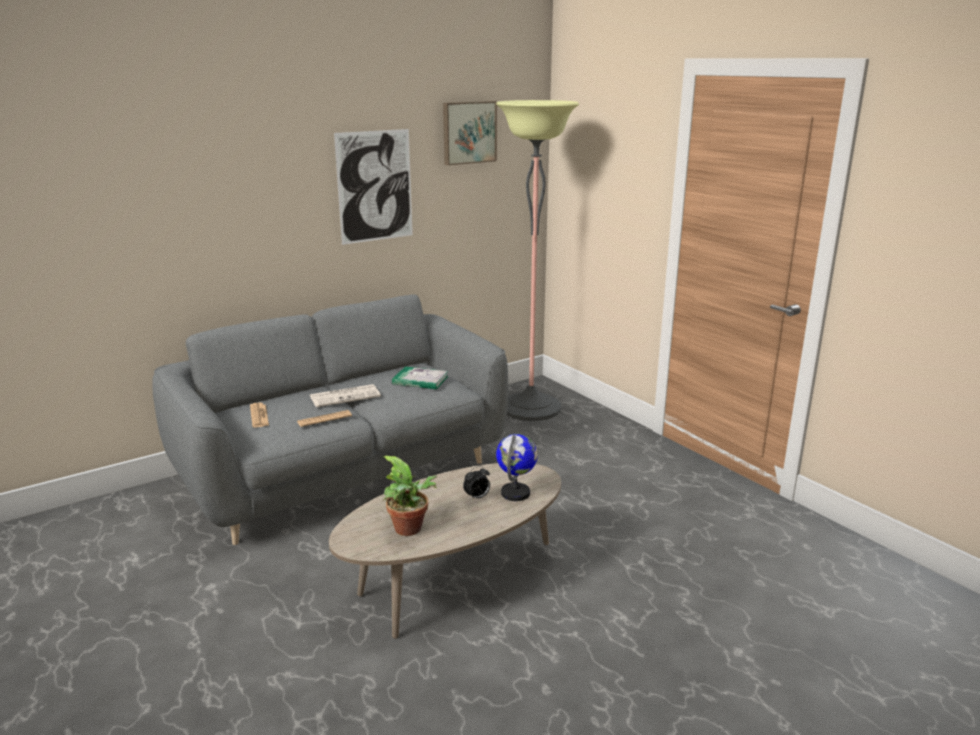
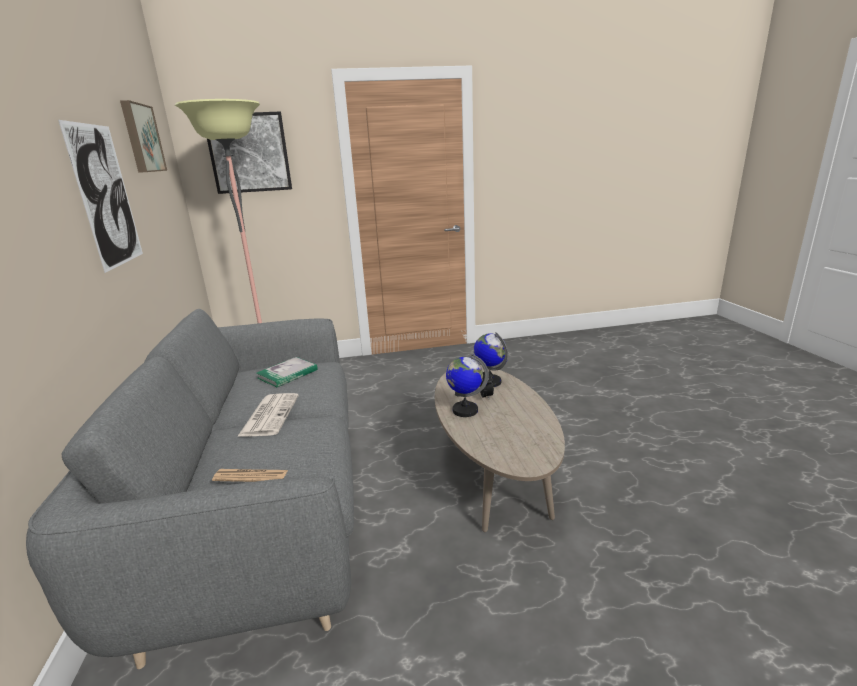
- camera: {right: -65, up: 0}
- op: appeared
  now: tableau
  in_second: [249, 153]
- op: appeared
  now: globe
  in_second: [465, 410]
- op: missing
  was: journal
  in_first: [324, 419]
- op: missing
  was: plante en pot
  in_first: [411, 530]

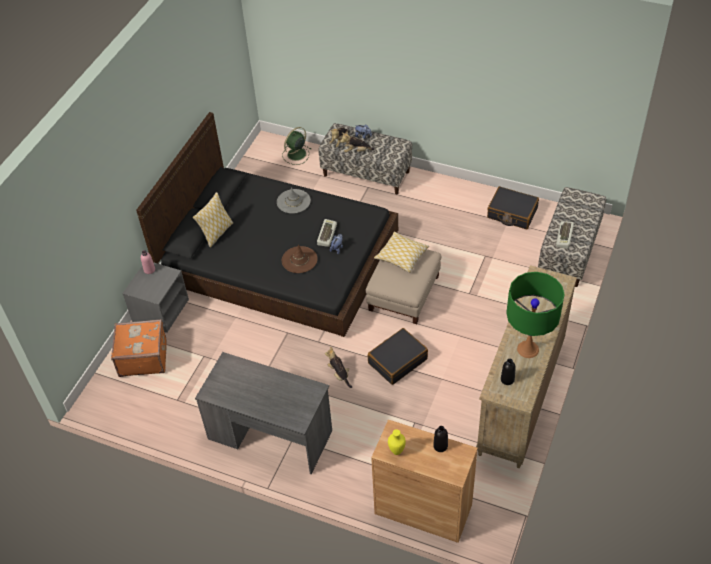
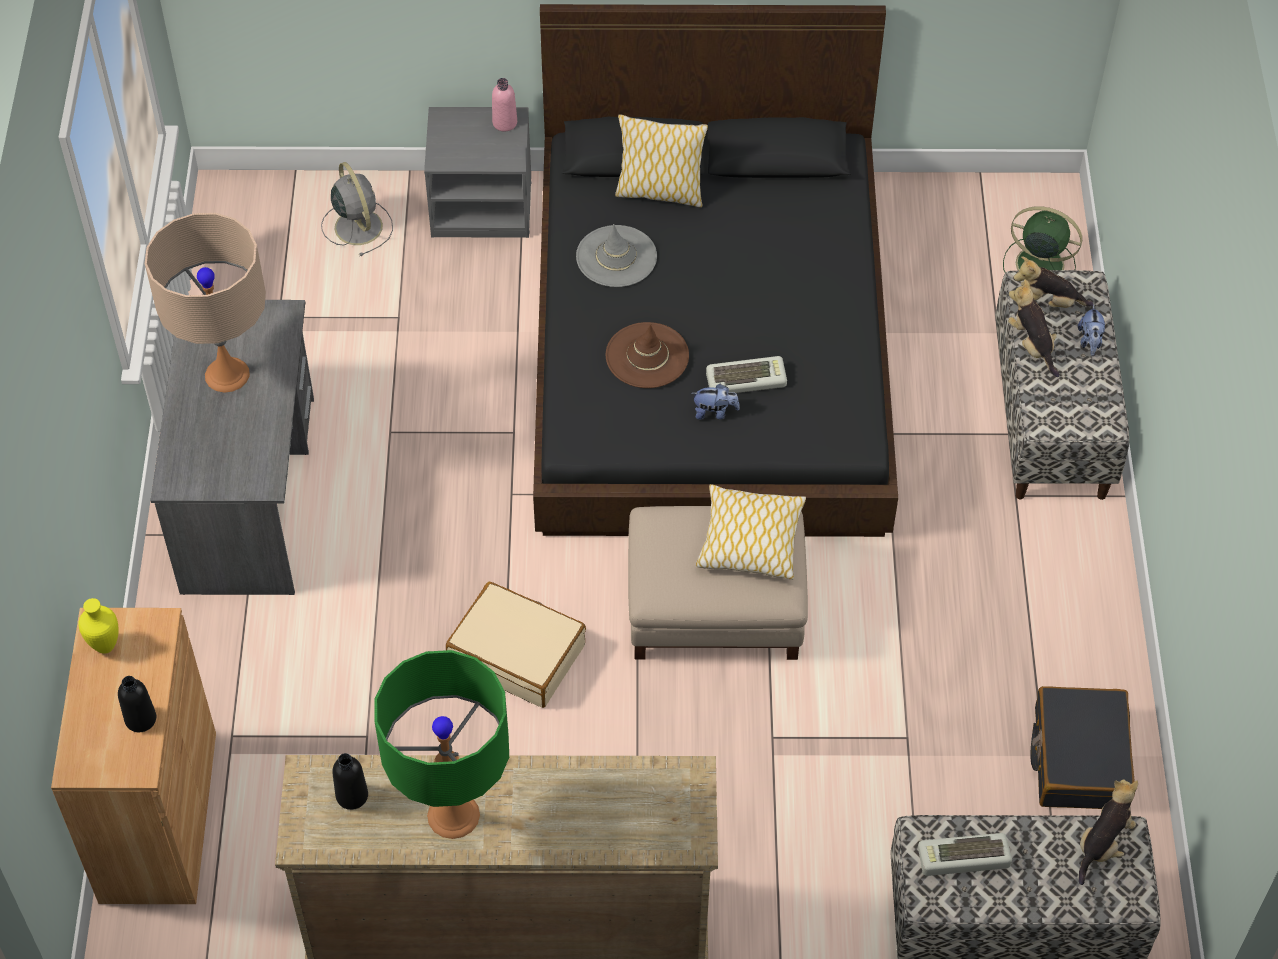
- camera: {right: 65, up: 5}
- op: appeared
  now: lampe de table [beige]
  in_second: [227, 374]
- op: exchanged
  was: valise [orange]
  now: ventilateur [gris]
  in_first: [143, 357]
  in_second: [357, 225]
- op: colour
  was: valise [noir]
  now: valise [beige]
  in_first: [397, 361]
  in_second: [517, 654]
- op: relocated
  was: chapeau [gris]
  in_first: [293, 201]
  in_second: [616, 257]
- op: relocated
  was: peluche
  in_first: [339, 374]
  in_second: [1103, 843]

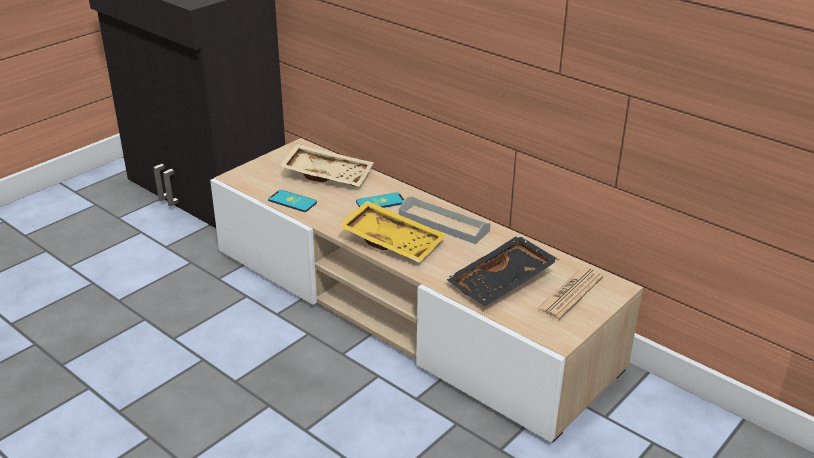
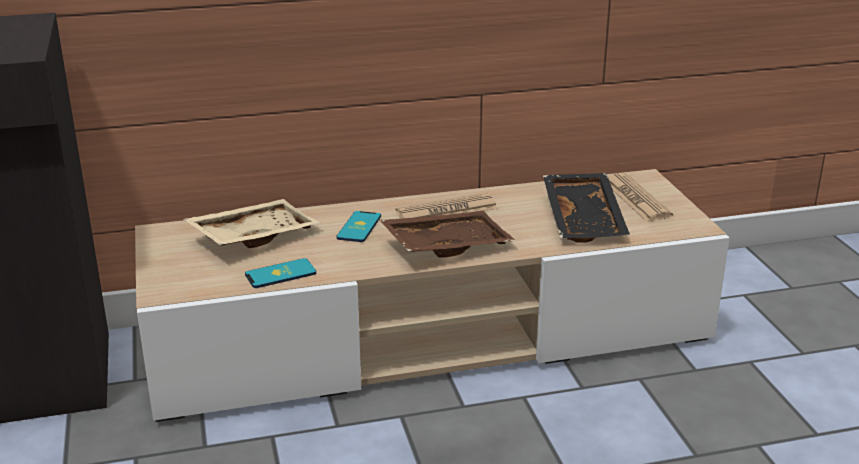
- camera: {right: -55, up: -5}
- op: colour
  was: plateau [jaune]
  now: plateau [marron]
  in_first: [393, 241]
  in_second: [446, 245]
- op: exchanged
  was: plateau [gris]
  now: journal
  in_first: [443, 223]
  in_second: [446, 210]

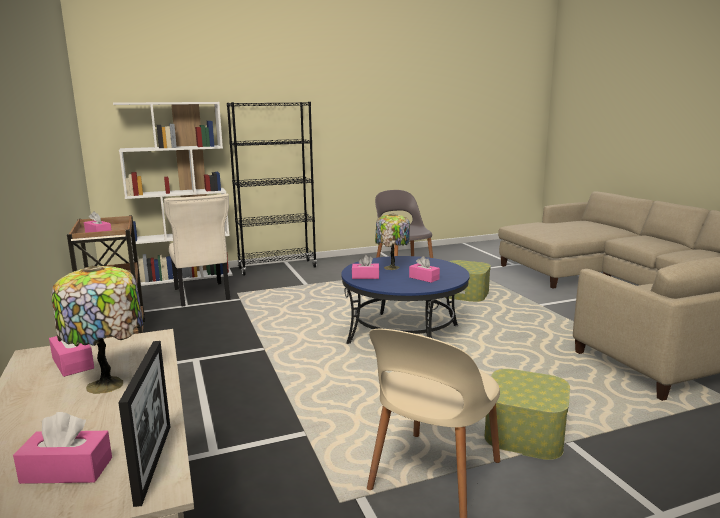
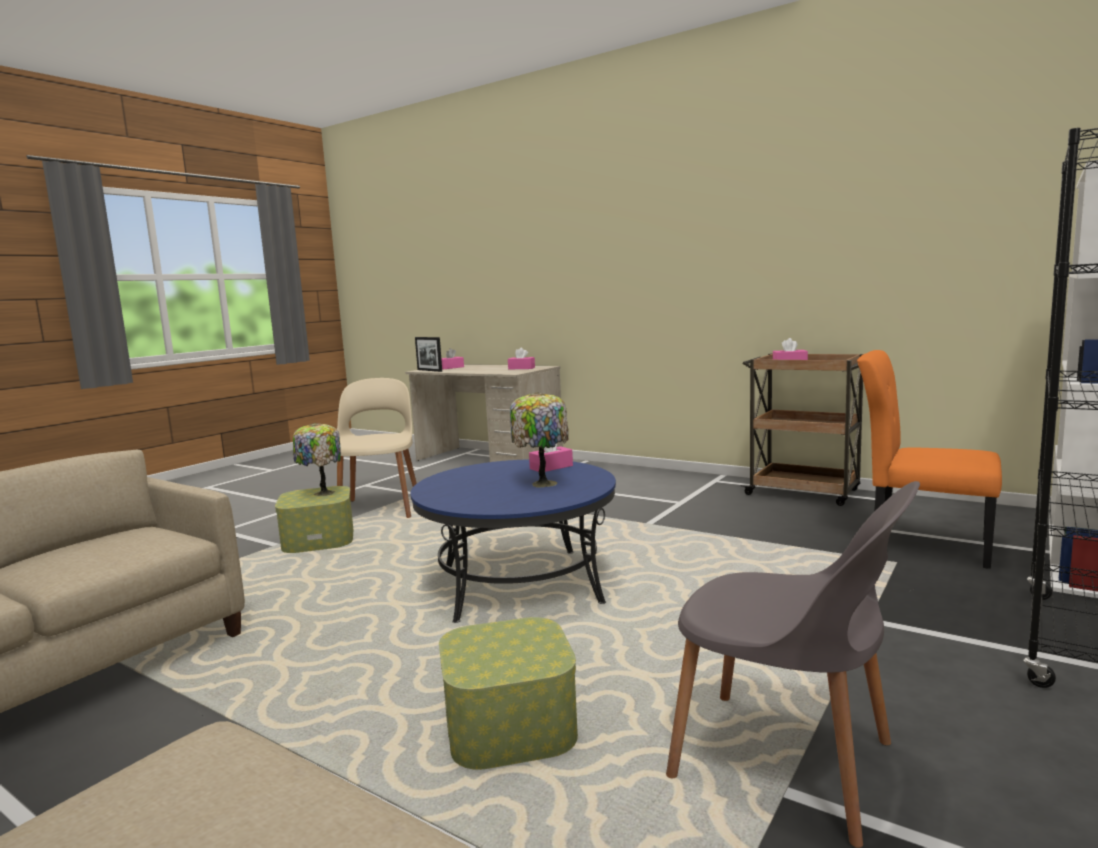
- camera: {right: 145, up: -5}
- op: relocated
  was: lampe de table
  in_first: [108, 385]
  in_second: [322, 493]
- op: colour
  was: chaise [beige]
  now: chaise [orange]
  in_first: [202, 295]
  in_second: [921, 545]
- op: missing
  was: boîte à mouchoirs [rose]
  in_first: [424, 278]

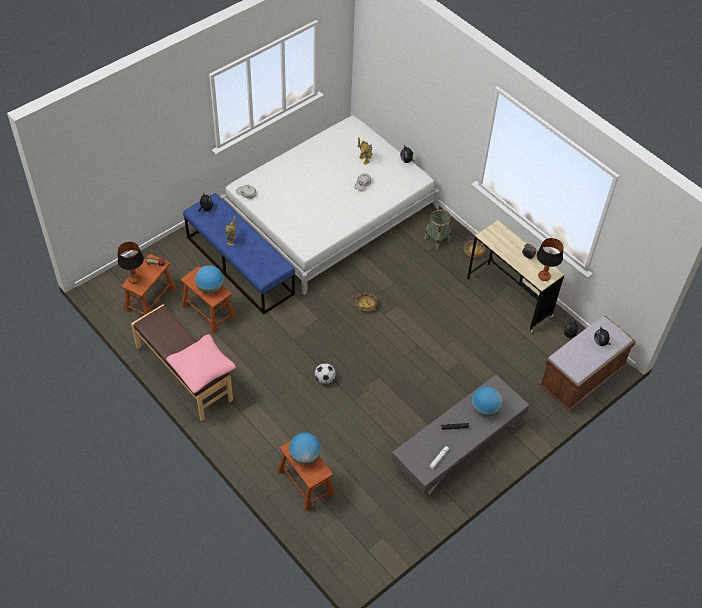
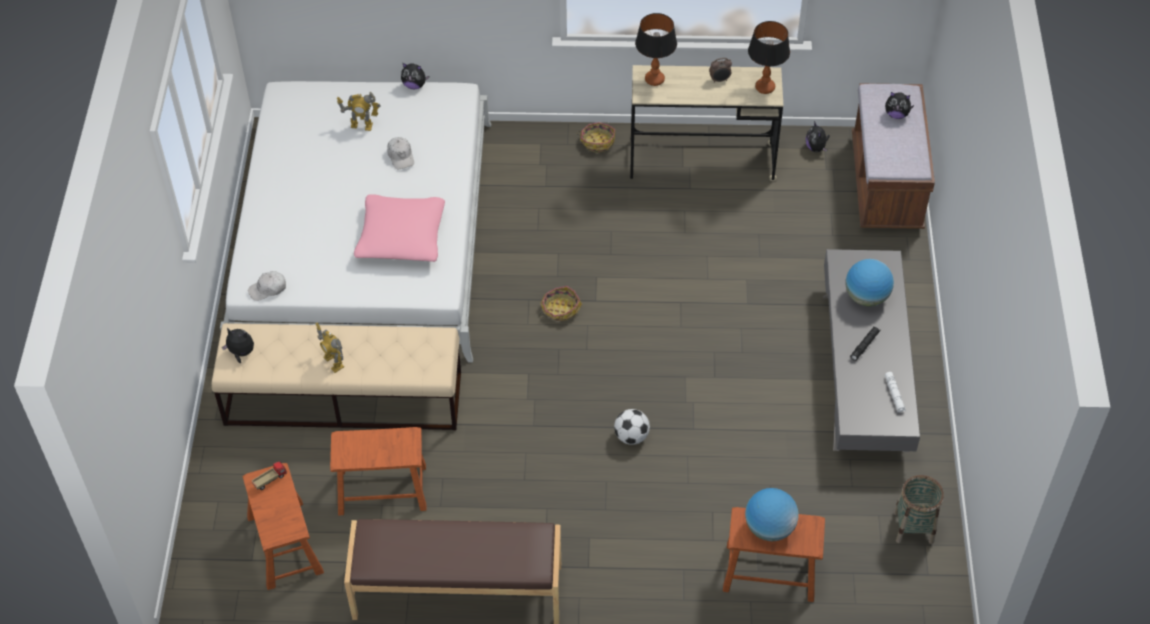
- camera: {right: -45, up: 0}
- op: colour
  was: banc [bleu]
  now: banc [beige]
  in_first: [240, 265]
  in_second: [344, 398]
- op: relocated
  was: coussin [rose]
  in_first: [202, 368]
  in_second: [401, 237]
- op: relocated
  was: lampe de table
  in_first: [134, 279]
  in_second: [654, 79]
- op: relocated
  was: panier
  in_first: [437, 239]
  in_second: [913, 527]
- op: missing
  was: globe
  in_first: [210, 288]

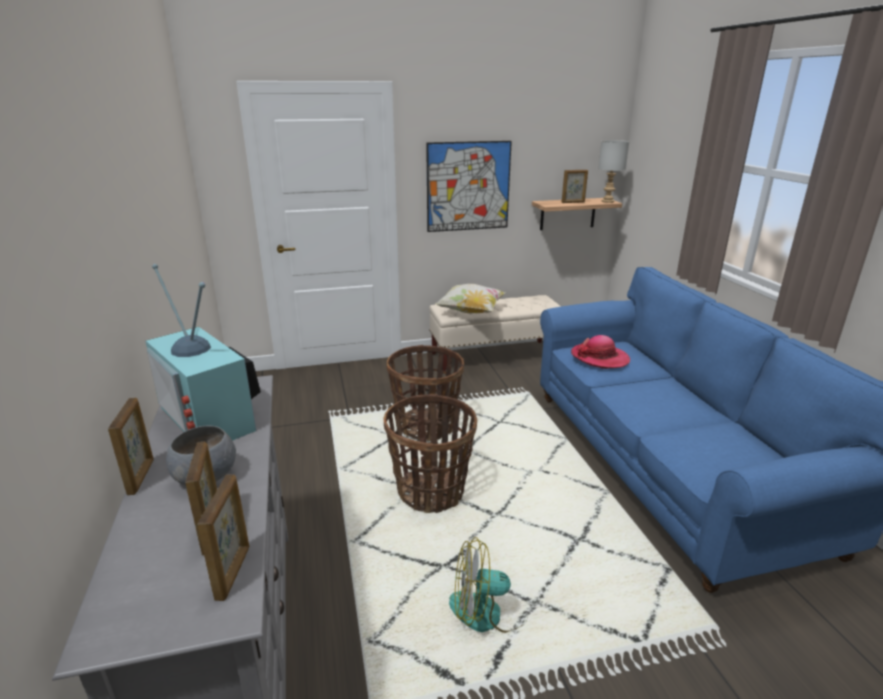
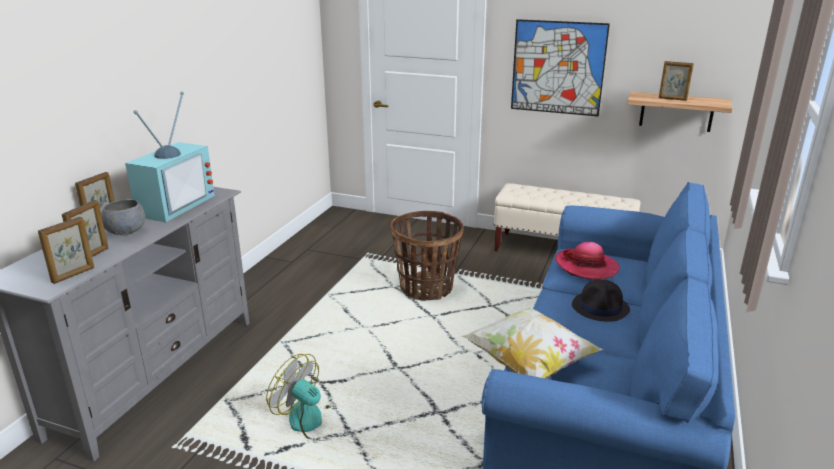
- camera: {right: 35, up: 0}
- op: spun
  was: téléviseur
  in_first: [214, 418]
  in_second: [174, 205]
  clockwise: -150
- op: relocated
  was: coussin
  in_first: [470, 312]
  in_second: [529, 364]
- op: appeared
  now: chapeau [noir]
  in_second: [601, 307]
- op: missing
  was: panier
  in_first: [431, 491]
- op: missing
  was: lampe de table [gris]
  in_first: [608, 201]

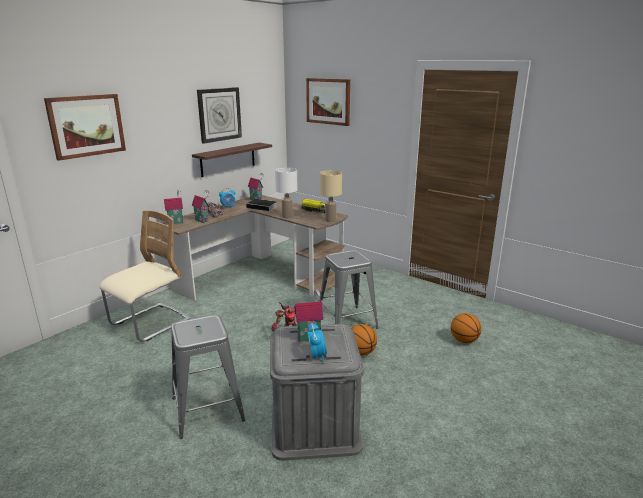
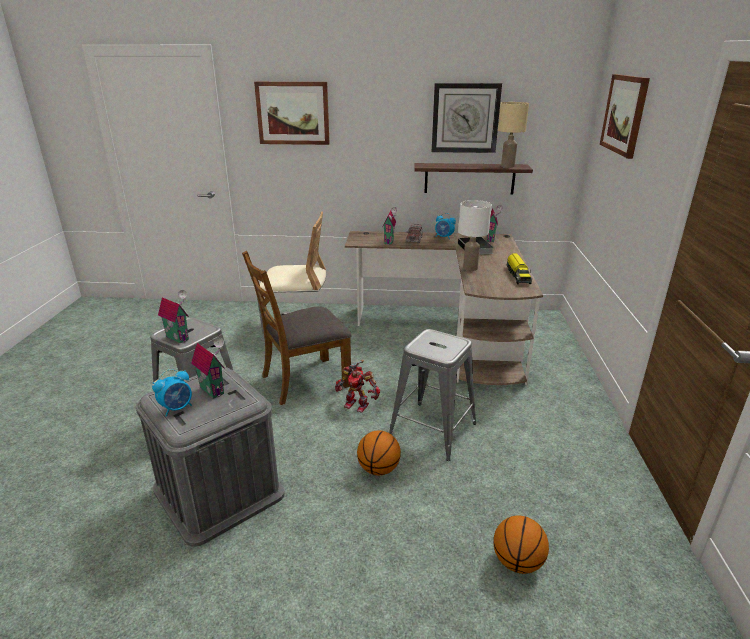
- camera: {right: 55, up: 5}
- op: relocated
  was: maison miniature
  in_first: [175, 222]
  in_second: [179, 337]
- op: appeared
  now: chaise [marron]
  in_second: [304, 380]
- op: relocated
  was: lampe de table [beige]
  in_first: [330, 220]
  in_second: [507, 166]

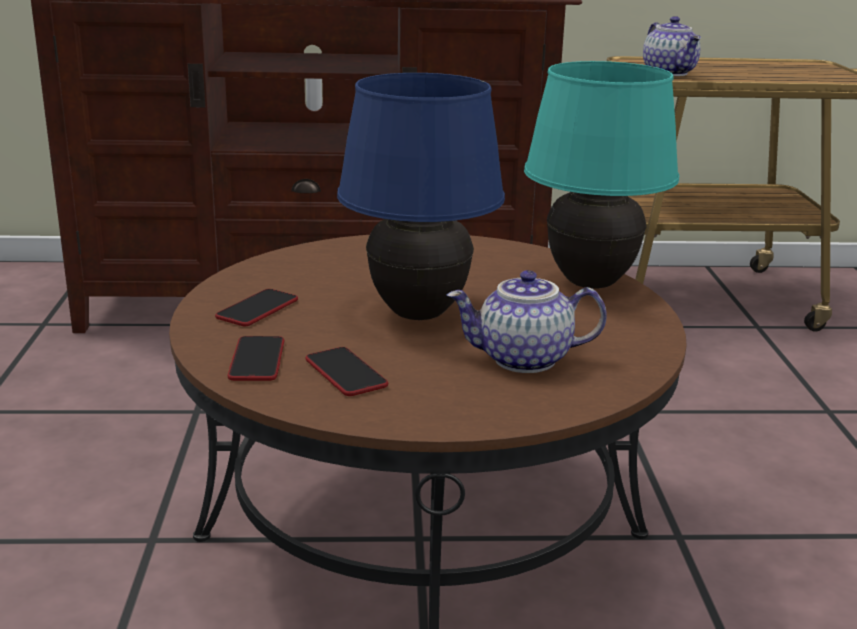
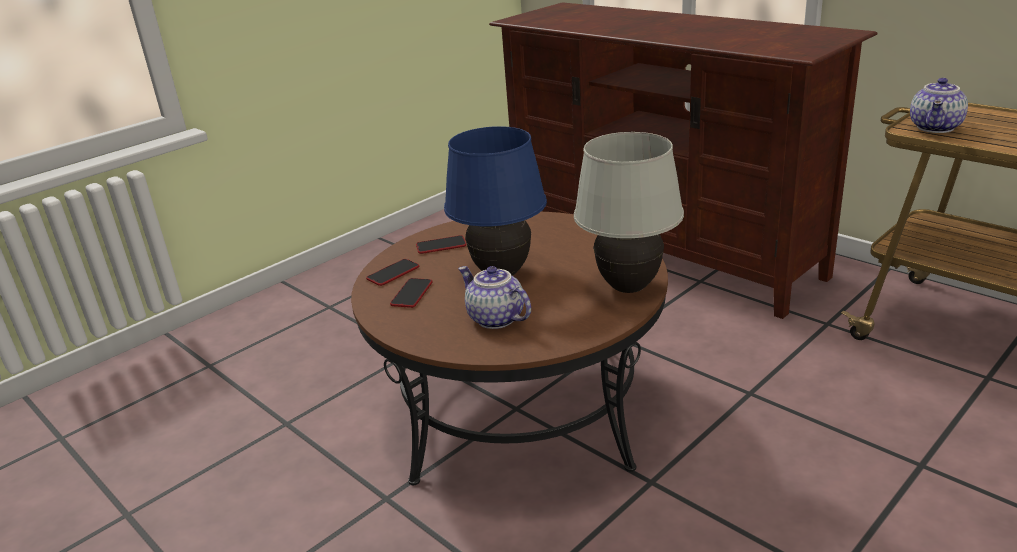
- camera: {right: 50, up: 5}
- op: colour
  was: lampe de table [turquoise]
  now: lampe de table [blanc]
  in_first: [591, 284]
  in_second: [628, 287]

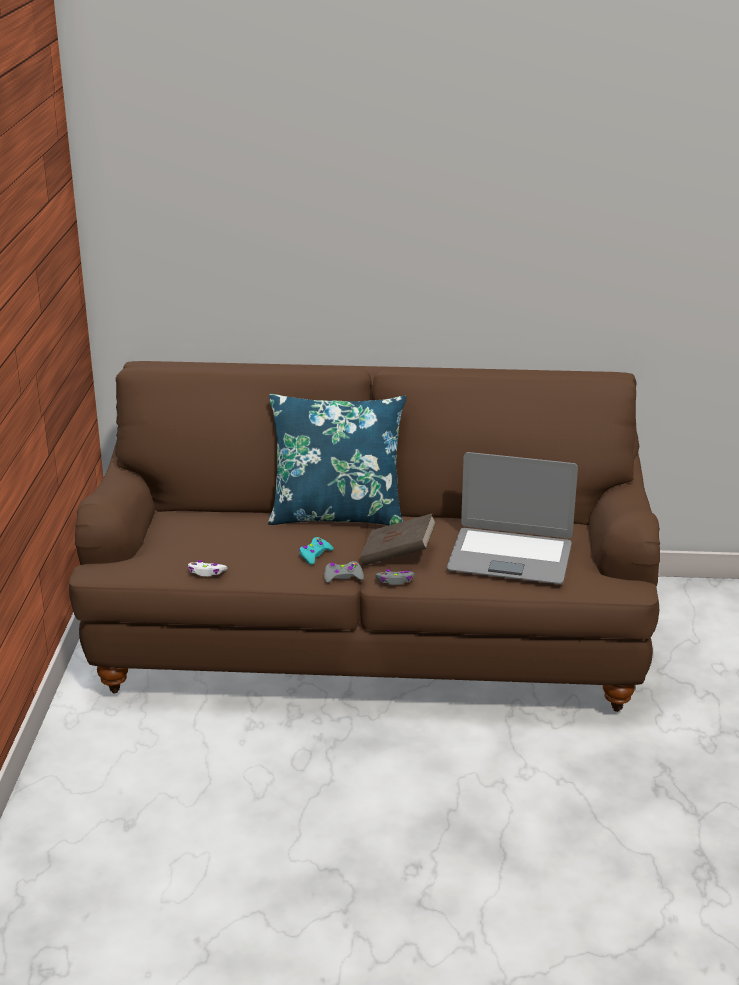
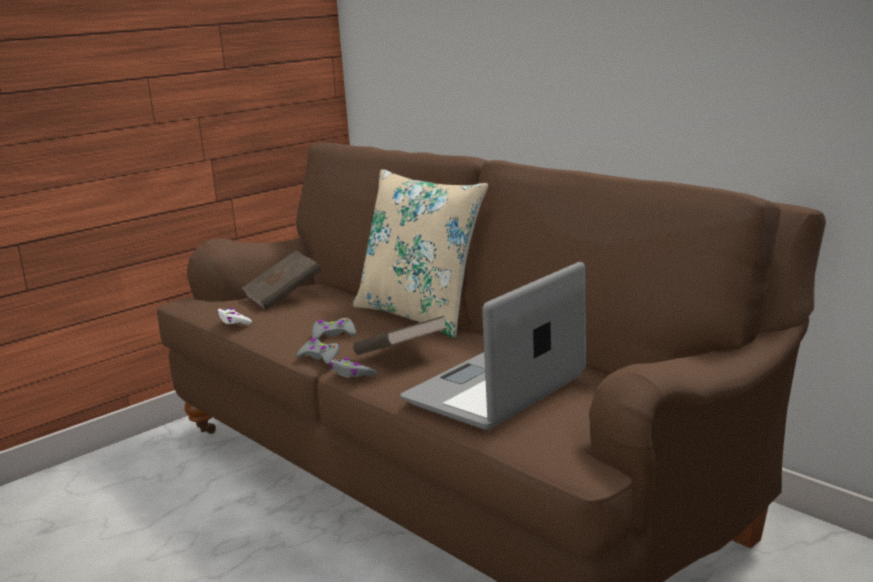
- camera: {right: 45, up: -10}
- op: appeared
  now: livre [marron]
  in_second: [283, 297]
- op: colour
  was: manette [turquoise]
  now: manette [gris]
  in_first: [314, 555]
  in_second: [333, 334]
- op: colour
  was: coussin [bleu]
  now: coussin [beige]
  in_first: [337, 515]
  in_second: [420, 315]
- op: spun
  was: ordinateur portable
  in_first: [510, 557]
  in_second: [496, 390]
  clockwise: 75

